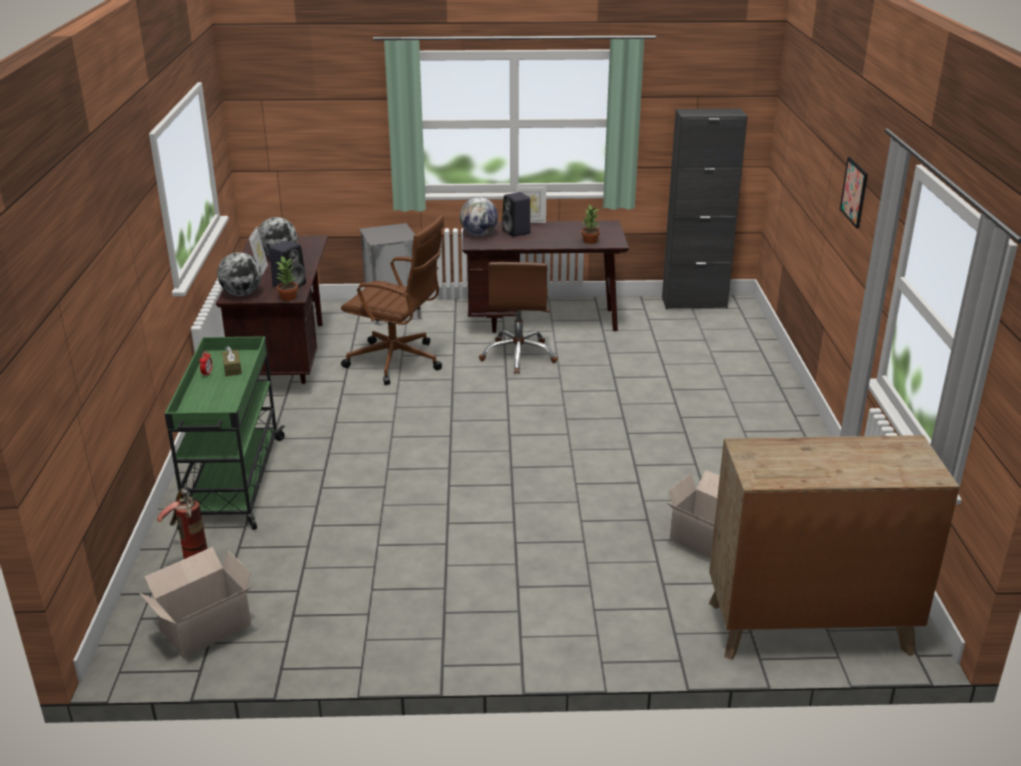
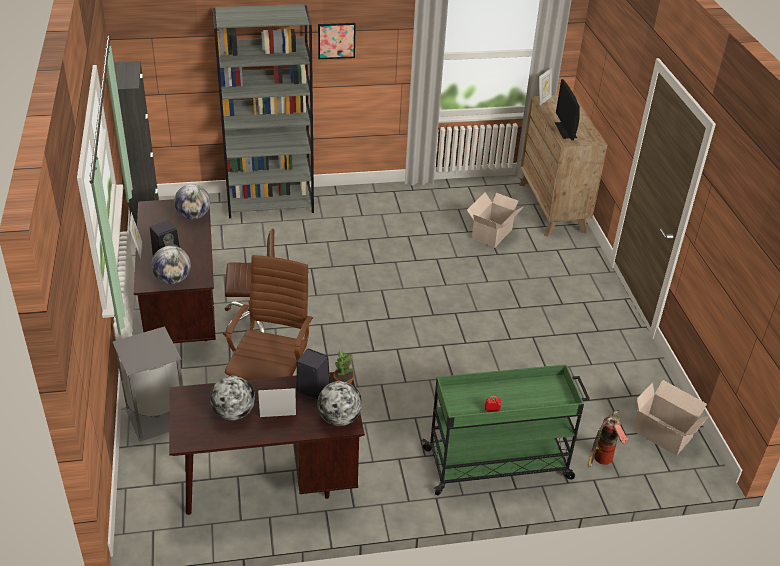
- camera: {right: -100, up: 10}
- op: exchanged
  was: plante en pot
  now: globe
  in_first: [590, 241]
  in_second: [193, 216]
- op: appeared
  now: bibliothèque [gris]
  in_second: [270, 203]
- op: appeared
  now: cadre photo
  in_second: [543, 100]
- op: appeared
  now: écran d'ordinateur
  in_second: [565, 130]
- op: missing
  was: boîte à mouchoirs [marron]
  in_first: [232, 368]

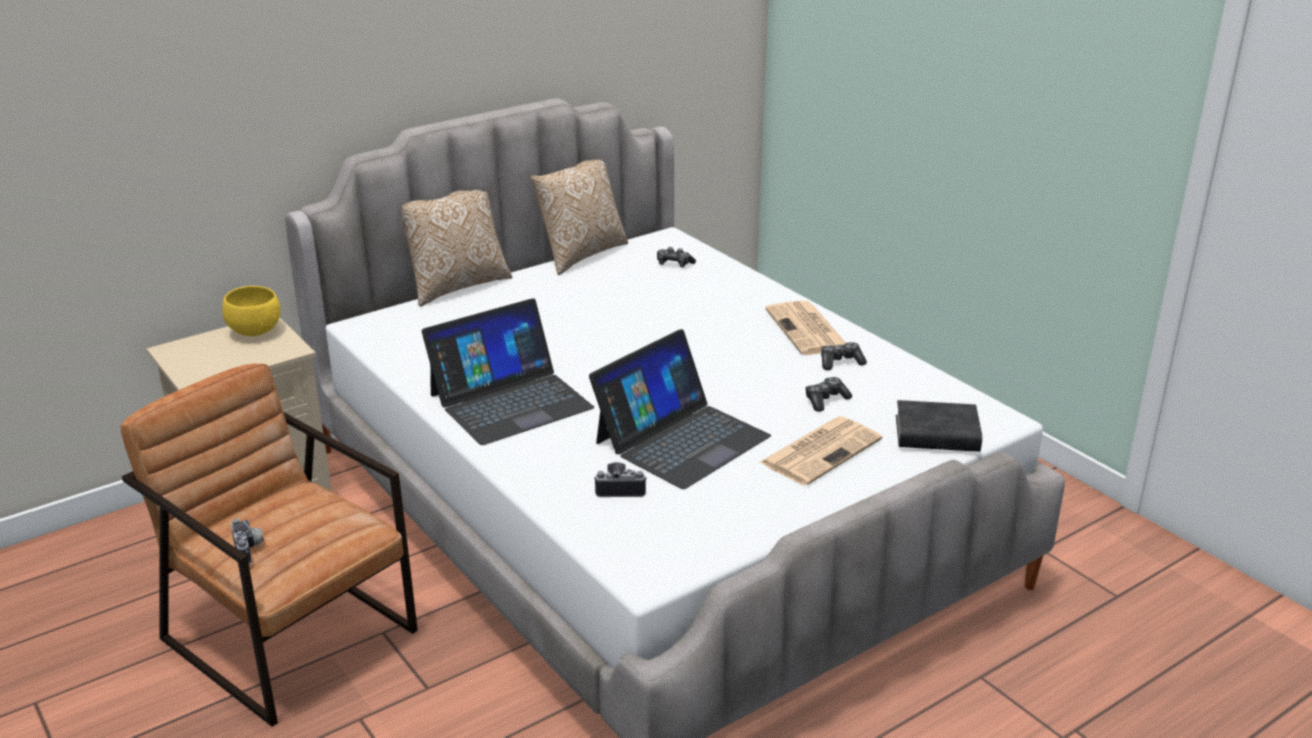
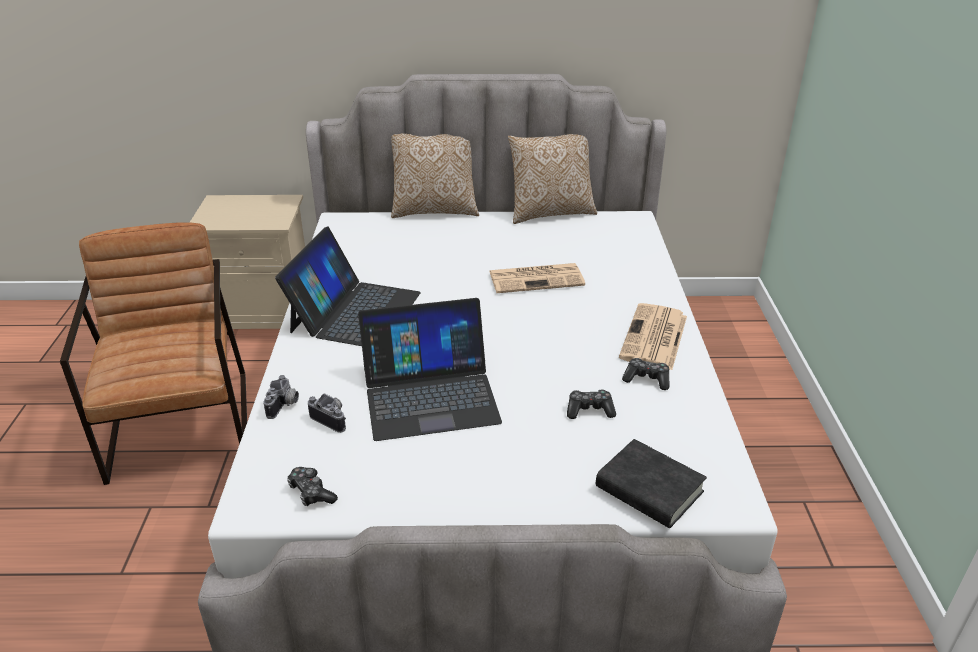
- camera: {right: 35, up: 5}
- op: relocated
  was: appareil photo
  in_first: [250, 549]
  in_second: [284, 405]
- op: spun
  was: ordinateur portable
  in_first: [510, 401]
  in_second: [355, 312]
  clockwise: -75
- op: relocated
  was: manette
  in_first: [674, 264]
  in_second: [311, 492]
- op: relocated
  was: journal
  in_first: [821, 450]
  in_second: [537, 278]
- op: missing
  was: bol [jaune]
  in_first: [256, 331]

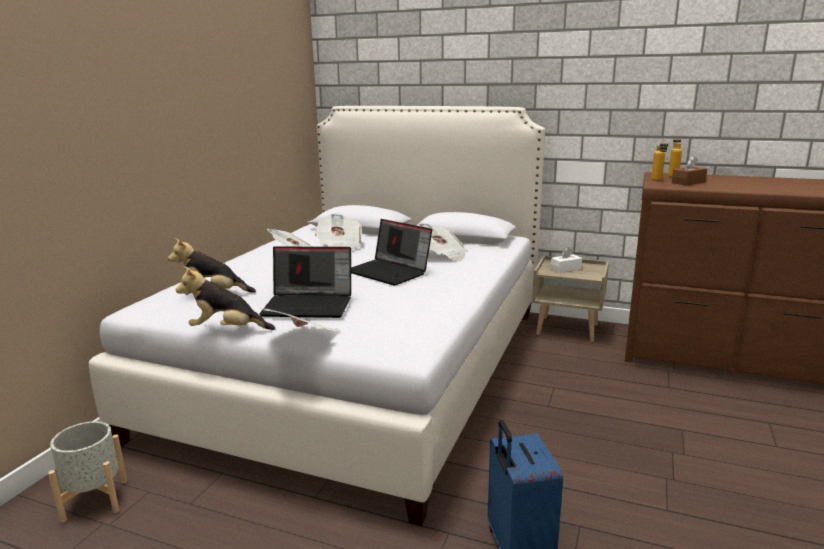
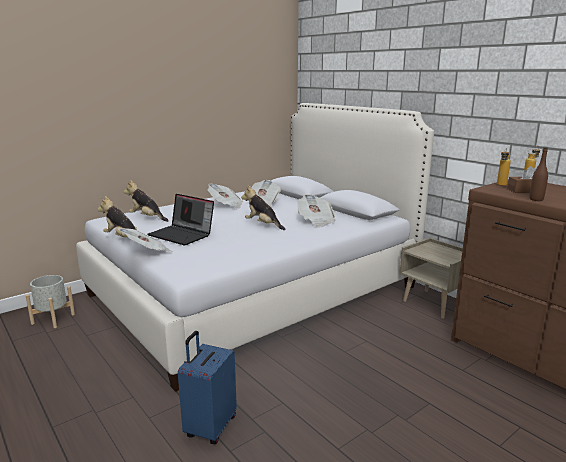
- camera: {right: 30, up: 0}
- op: exchanged
  was: ordinateur portable
  now: peluche
  in_first: [390, 272]
  in_second: [263, 225]
- op: appeared
  now: bouteille [marron]
  in_second: [536, 199]
- op: missing
  was: boîte à mouchoirs [blanc]
  in_first: [565, 269]

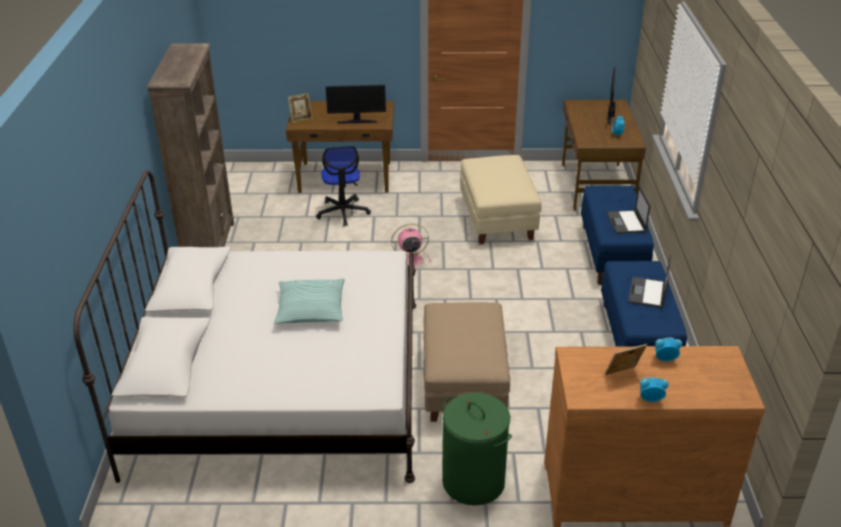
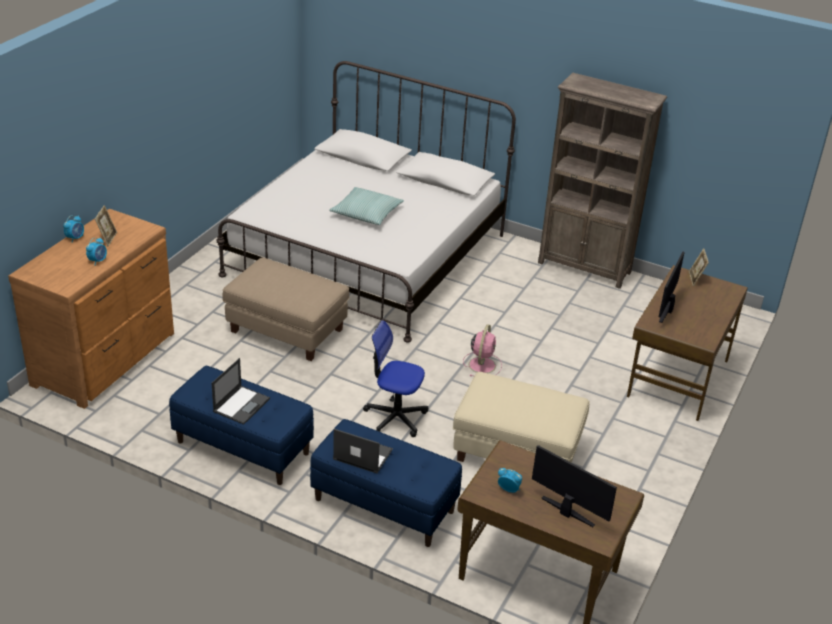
- camera: {right: 115, up: 0}
- op: spun
  was: ordinateur portable
  in_first: [647, 293]
  in_second: [241, 405]
  clockwise: 75
- op: relocated
  was: chaise de bureau
  in_first: [343, 212]
  in_second: [395, 417]
- op: missing
  was: panier à linge [vert]
  in_first: [474, 481]

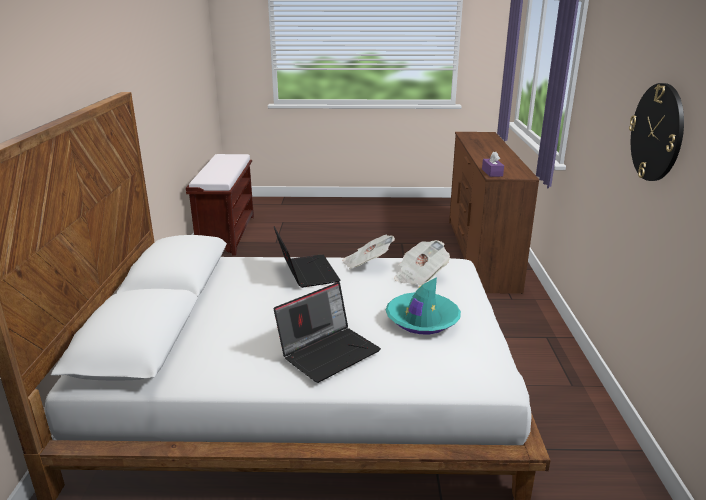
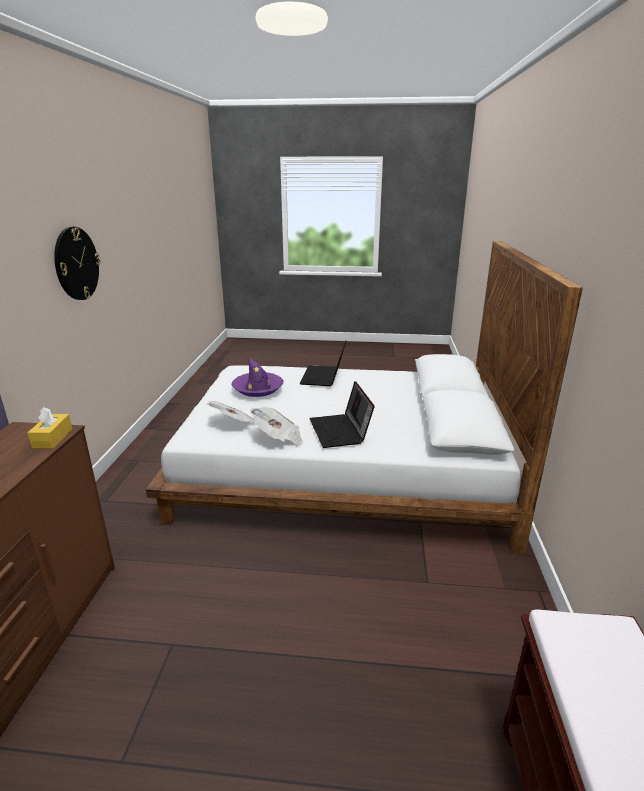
- camera: {right: -175, up: 0}
- op: colour
  was: boîte à mouchoirs [violet]
  now: boîte à mouchoirs [jaune]
  in_first: [492, 173]
  in_second: [52, 438]
- op: colour
  was: chapeau [turquoise]
  now: chapeau [violet]
  in_first: [422, 320]
  in_second: [258, 389]
- op: spun
  was: ordinateur portable
  in_first: [329, 351]
  in_second: [324, 377]
  clockwise: -45

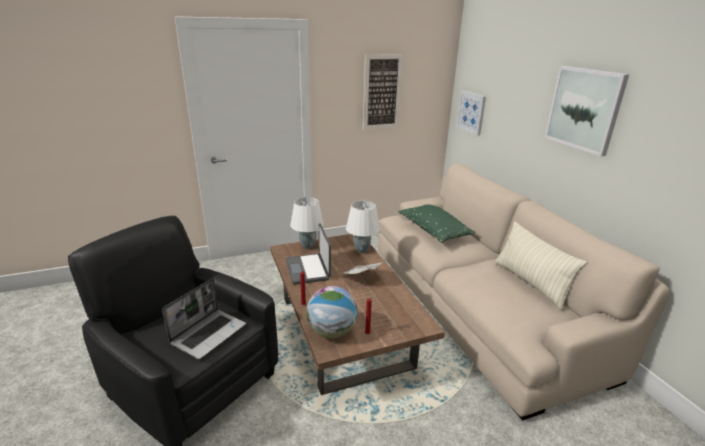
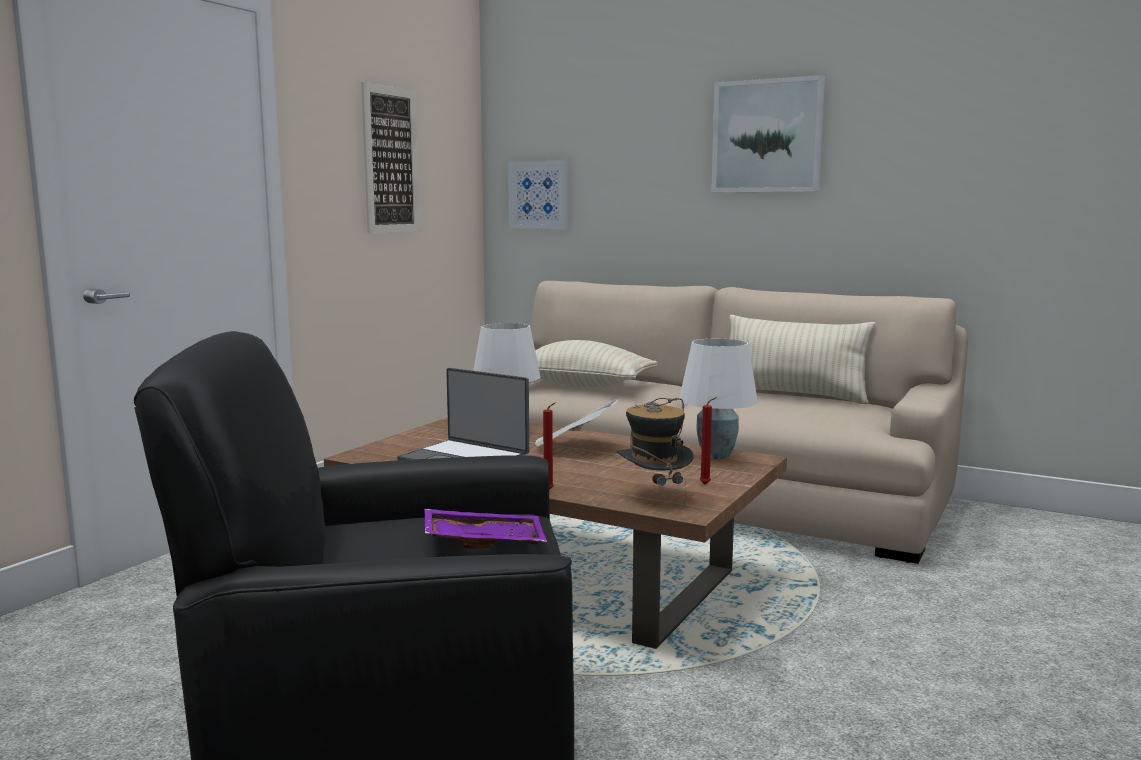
- camera: {right: -40, up: -15}
- op: exchanged
  was: ordinateur portable
  now: plateau [violet]
  in_first: [209, 333]
  in_second: [484, 541]
- op: colour
  was: coussin [vert]
  now: coussin [beige]
  in_first: [434, 231]
  in_second: [581, 385]
- op: exchanged
  was: globe
  now: chapeau
  in_first: [332, 332]
  in_second: [653, 497]
- op: relocated
  was: lampe de table [blanc]
  in_first: [307, 246]
  in_second: [715, 455]

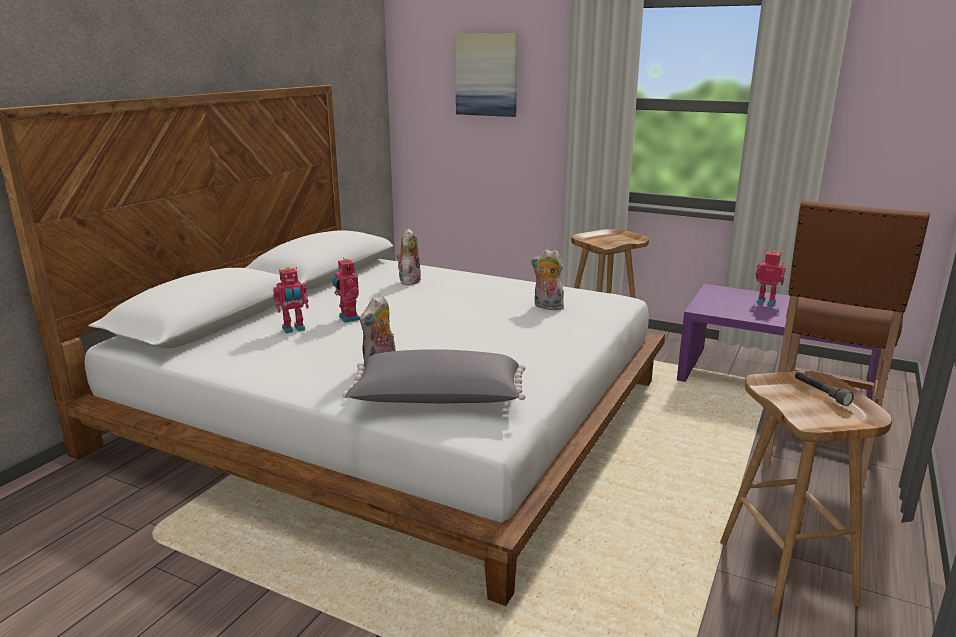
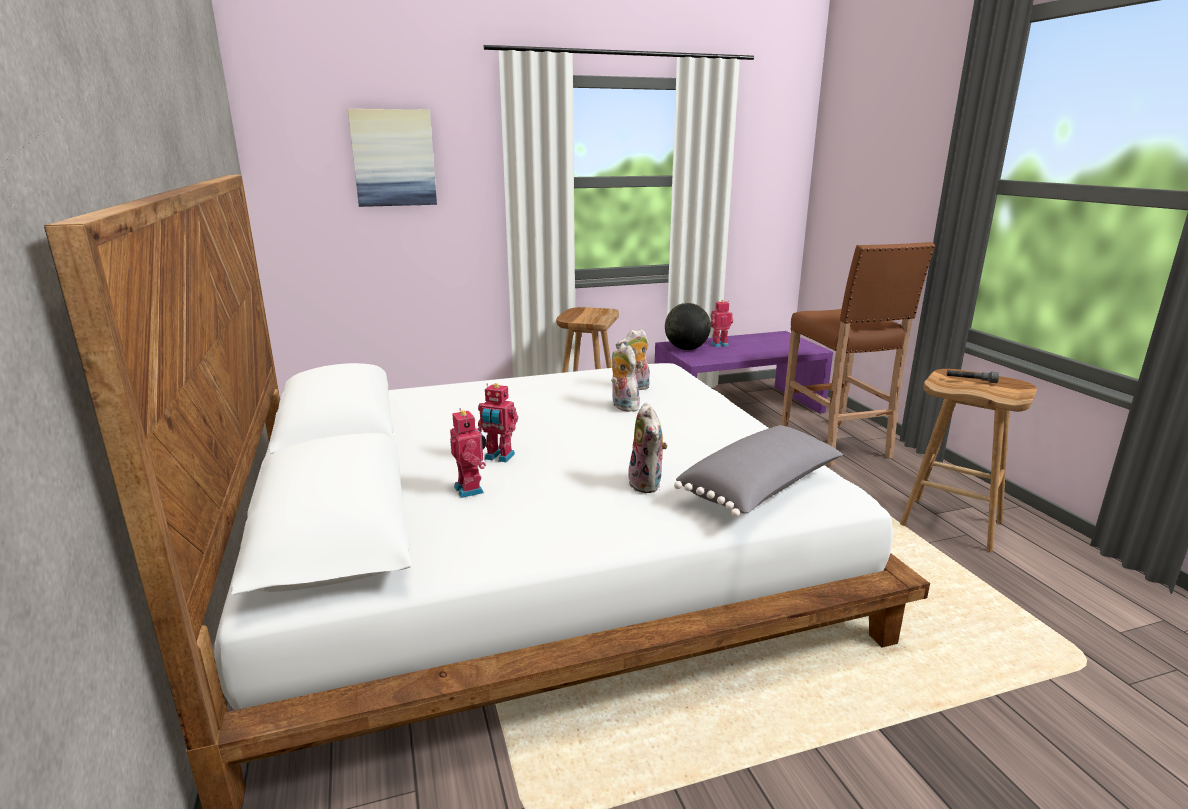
- camera: {right: -45, up: 0}
- op: spun
  was: robot jouet
  in_first: [294, 329]
  in_second: [471, 489]
  clockwise: -45
- op: relocated
  was: peluche
  in_first: [409, 280]
  in_second: [622, 406]
- op: appeared
  now: globe
  in_second: [686, 349]

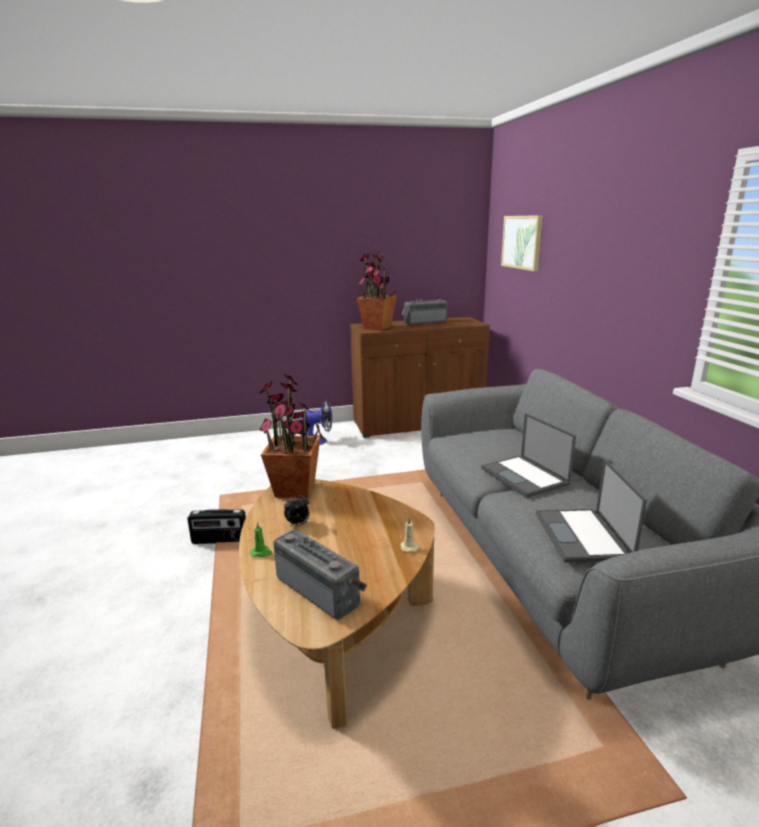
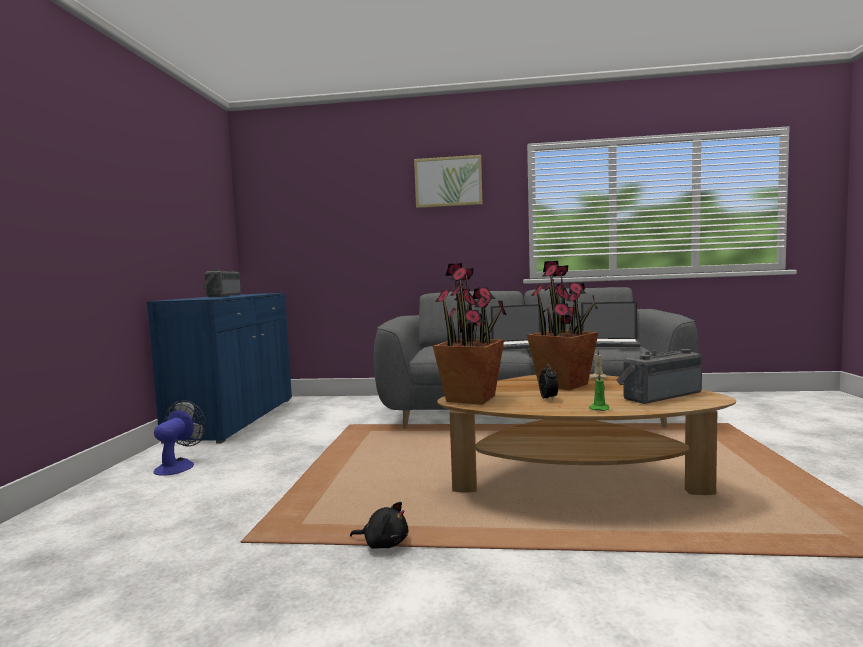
- camera: {right: -70, up: -15}
- op: colour
  was: meuble de rangement [marron]
  now: meuble de rangement [bleu]
  in_first: [417, 423]
  in_second: [235, 418]
- op: exchanged
  was: radio
  now: peluche [noir]
  in_first: [219, 540]
  in_second: [384, 543]
- op: relocated
  was: tableau
  in_first: [522, 242]
  in_second: [448, 182]
- op: relocated
  was: plante en pot
  in_first: [377, 327]
  in_second: [564, 385]

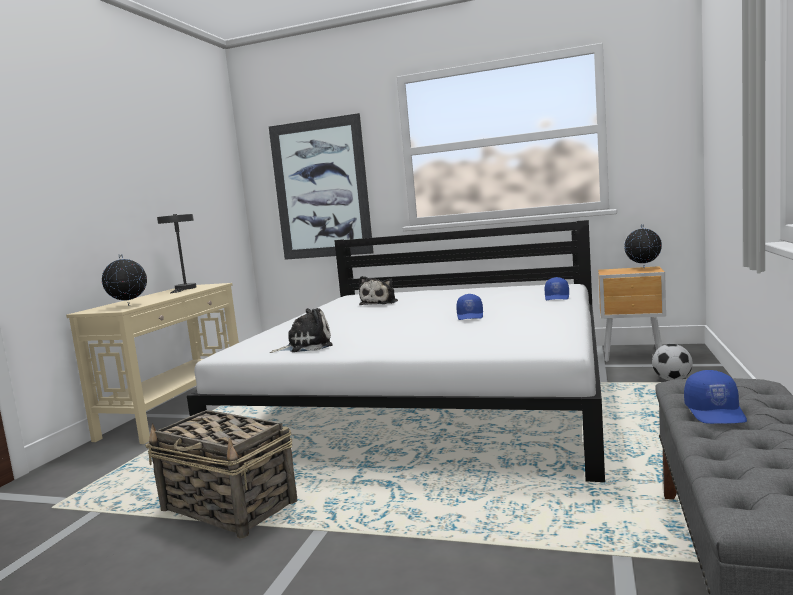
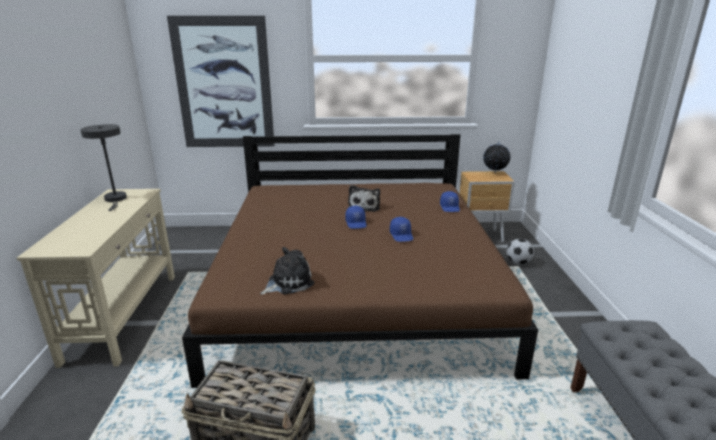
- camera: {right: -20, up: 15}
- op: colour
  was: lit [blanc]
  now: lit [marron]
  in_first: [433, 397]
  in_second: [356, 288]
- op: relocated
  was: casquette [bleu]
  in_first: [716, 413]
  in_second: [356, 223]
- op: relocated
  was: peluche
  in_first: [380, 303]
  in_second: [364, 207]
- op: missing
  was: globe
  in_first: [128, 306]

